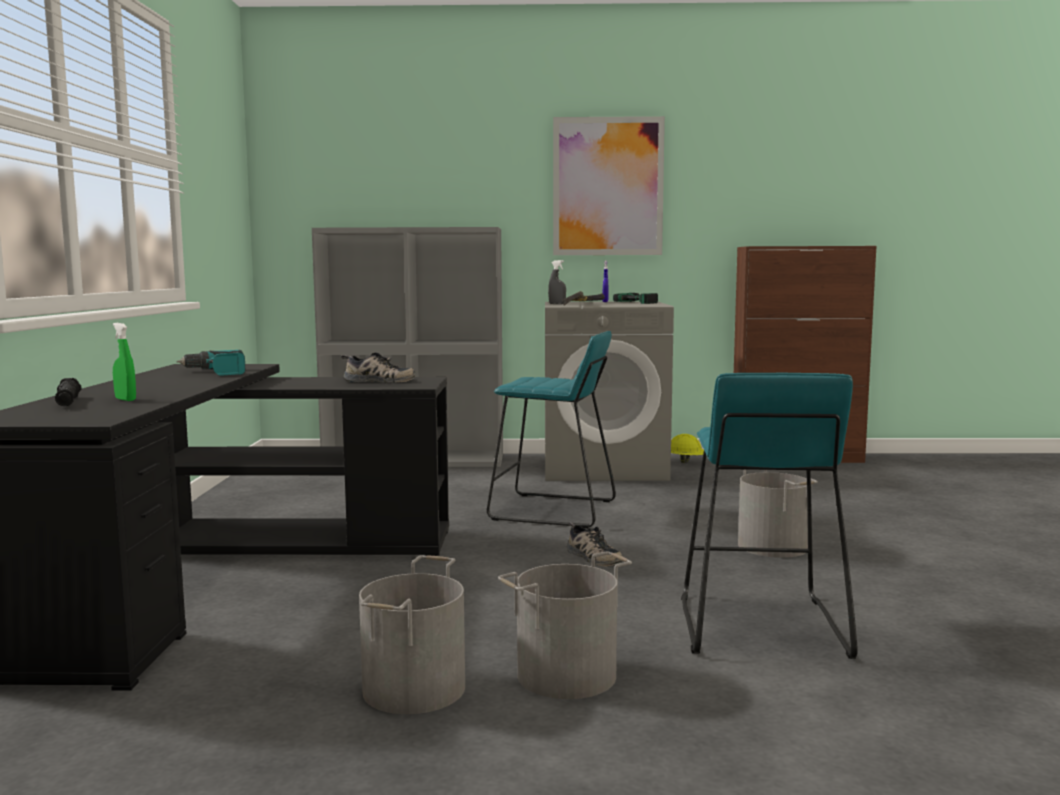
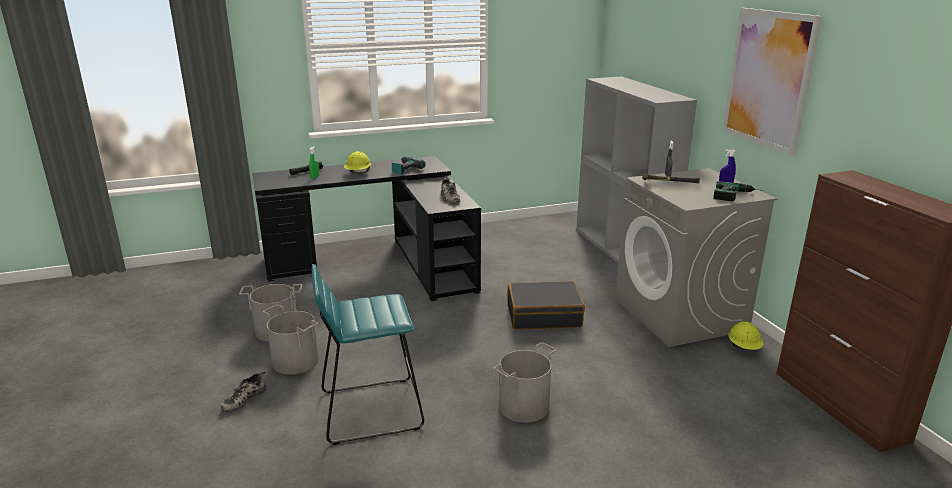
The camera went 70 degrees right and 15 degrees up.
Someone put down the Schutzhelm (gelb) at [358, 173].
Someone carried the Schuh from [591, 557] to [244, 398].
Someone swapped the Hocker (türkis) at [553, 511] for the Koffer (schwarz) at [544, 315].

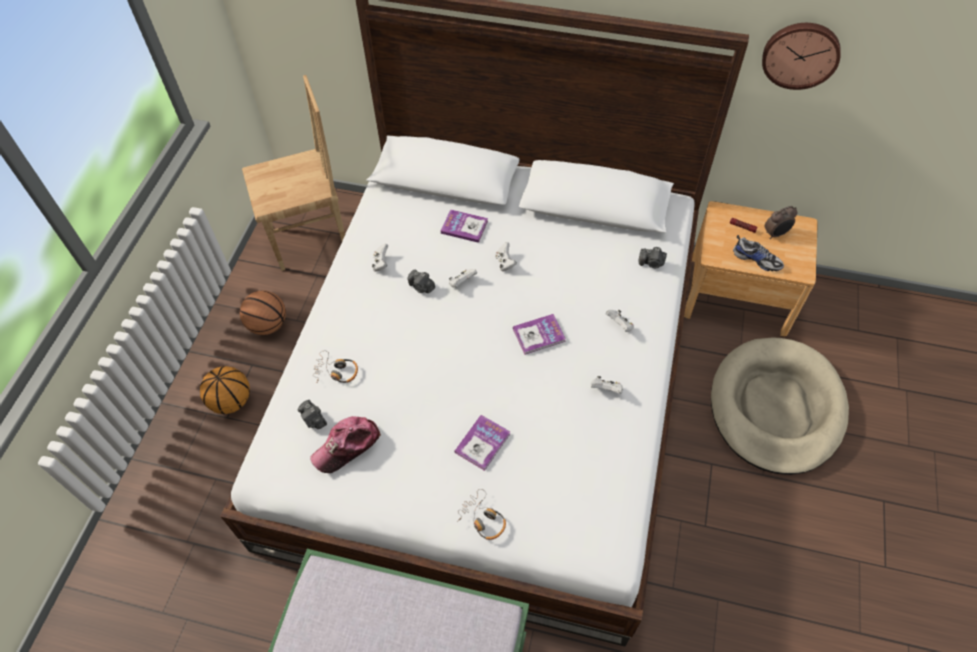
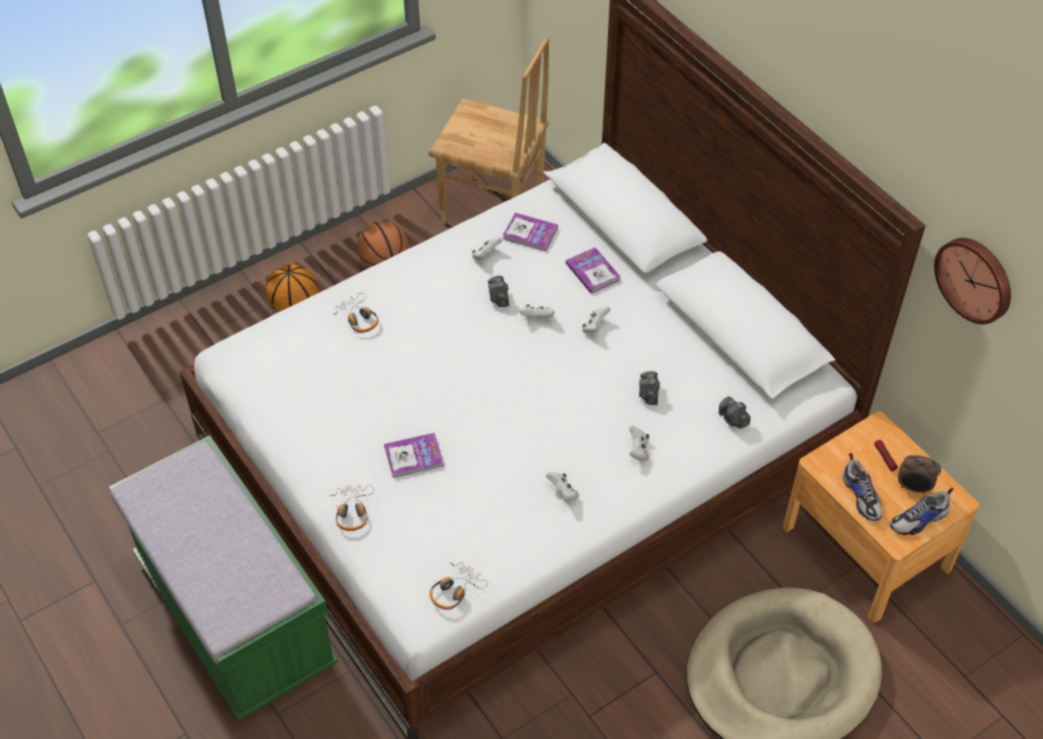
The camera went 40 degrees right and 5 degrees down.
Someone took away the Kappe at [347, 446].
Someone put down the Kopfhörer at [455, 590].
Someone put down the Schuh at [919, 520].
Someone carried the Kamera from [314, 420] to [649, 394].
Someone carried the Buch from [539, 335] to [530, 233].

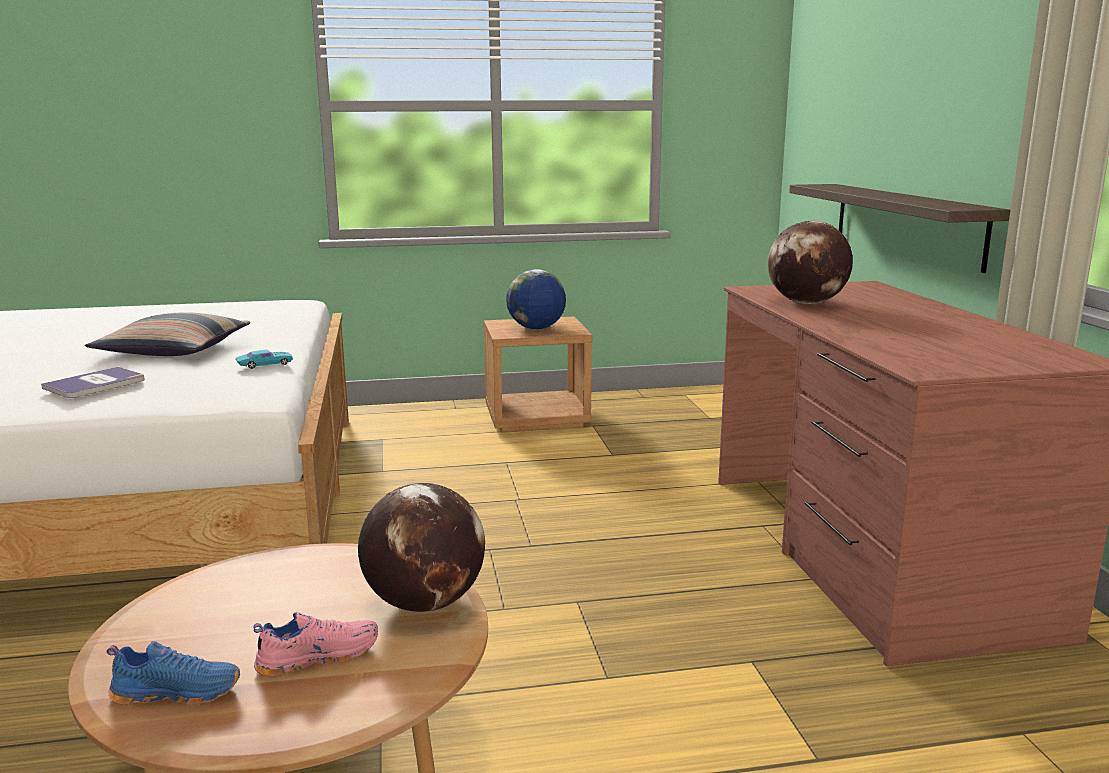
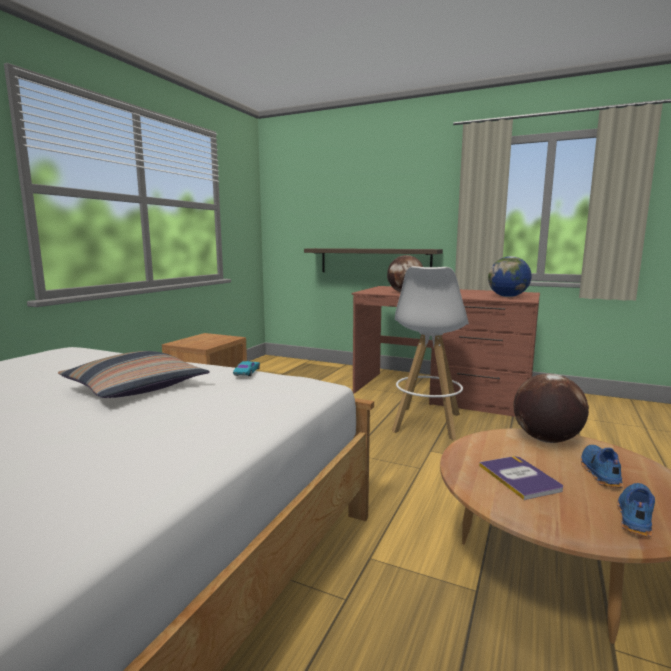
The camera went 55 degrees left and 5 degrees down.
Someone put down the Hocker (weiß) at [426, 423].
Someone carried the Buch from [95, 384] to [520, 478].
Someone carried the Globus from [536, 328] to [508, 297].
Someone repainted the Schuh (rosa) at [318, 657], which became the Schuh (blau) at [599, 472].

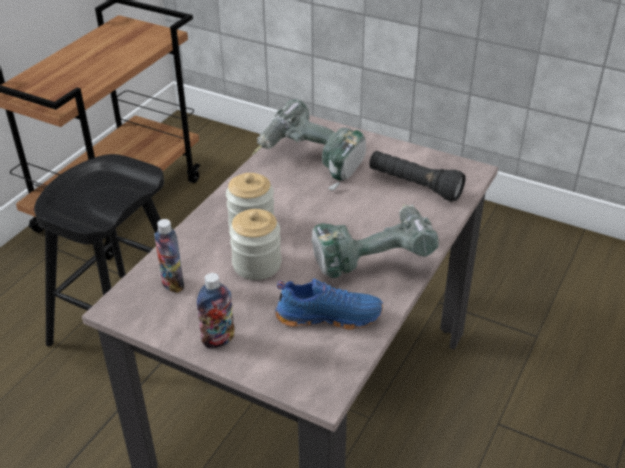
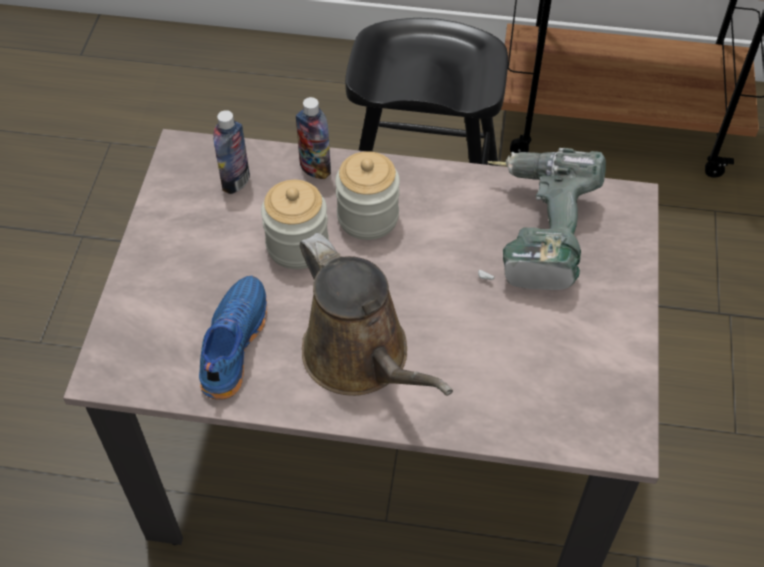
The camera went 70 degrees right and 15 degrees up.
Someone took away the Taschenlampe (schwarz) at [414, 185].
Someone carried the Flasche from [218, 340] to [315, 169].
Someone swapped the Bohrmaschine at [371, 255] for the Gießkanne (braun) at [362, 358].
Someone rotated the Schuh (blau) at [329, 315] by 150 degrees counterclockwise.

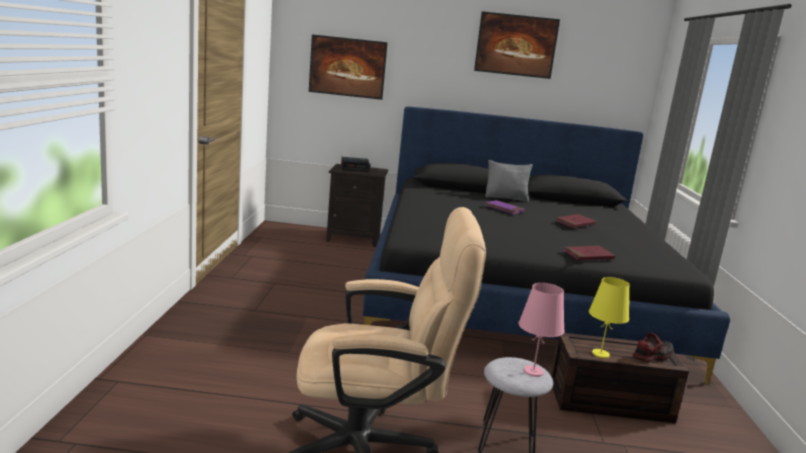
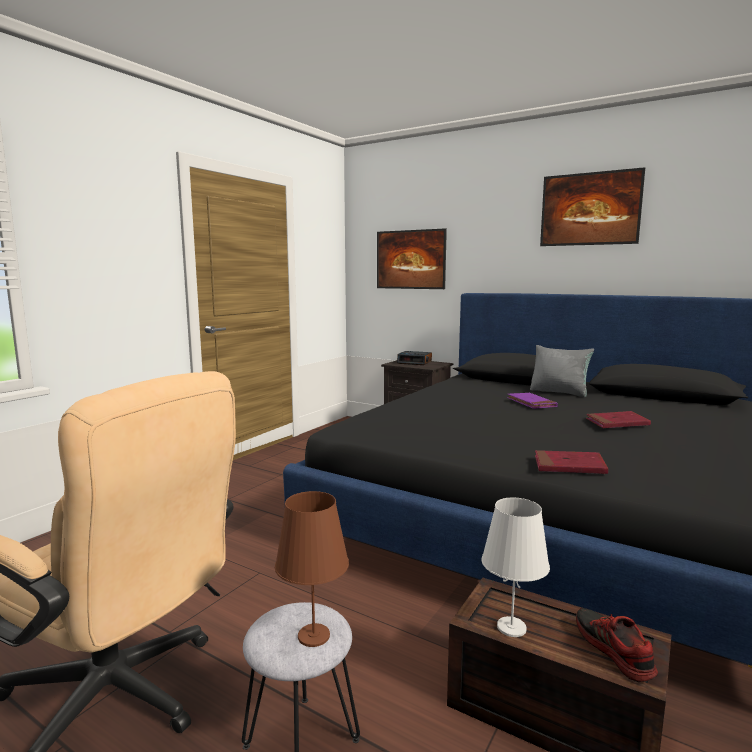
The camera went 30 degrees right and 5 degrees down.
Someone repainted the Tischlampe (rosa) at [533, 371], which became the Tischlampe (braun) at [313, 635].
Someone repainted the Tischlampe (gelb) at [600, 354], which became the Tischlampe (weiß) at [511, 627].
Someone rotated the Schuh at [652, 356] by 105 degrees counterclockwise.

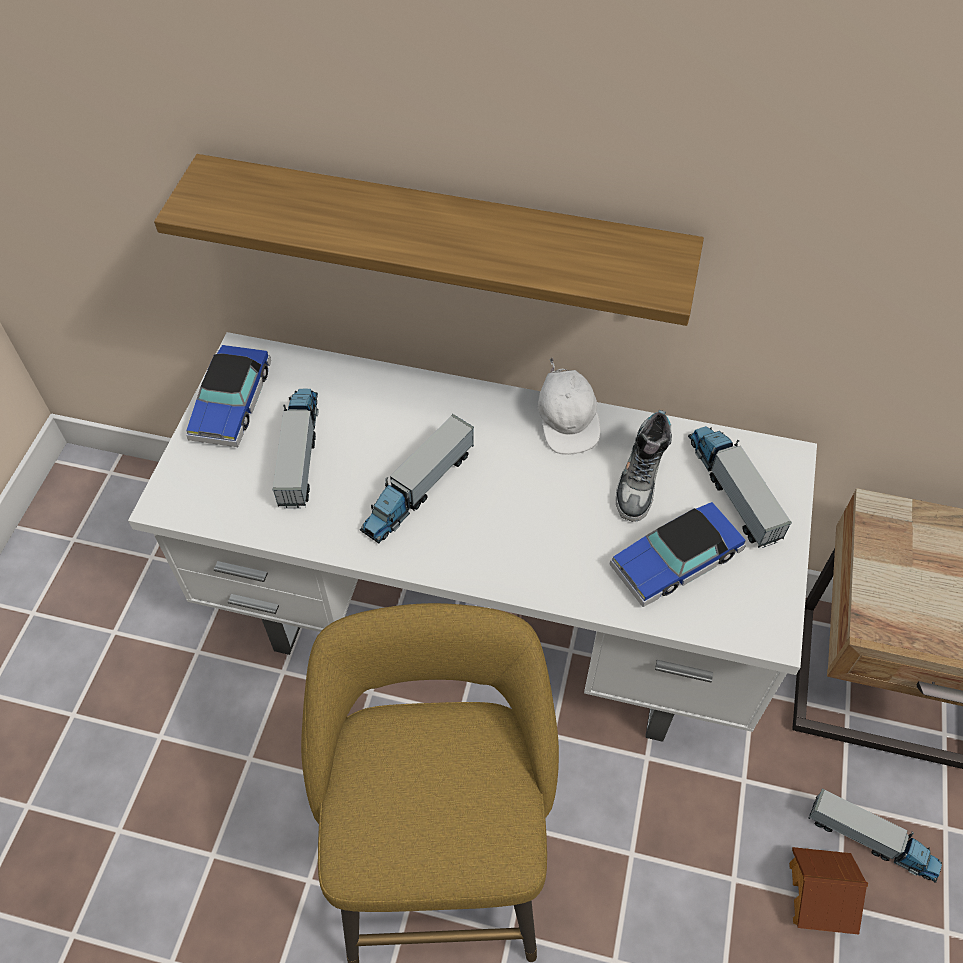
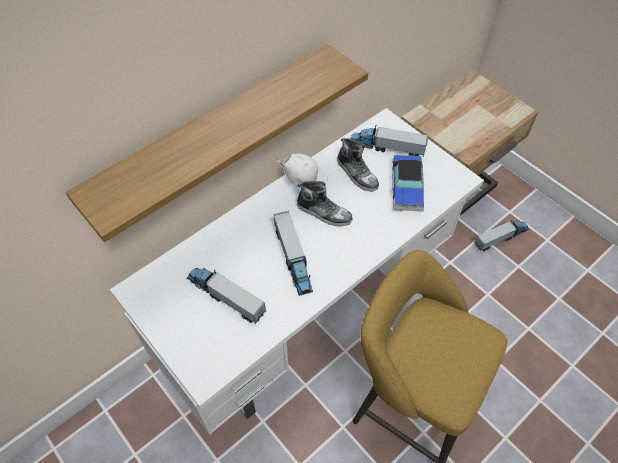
The camera went 55 degrees left and 0 degrees up.
Someone took away the Spielzeugauto at [232, 403].
Someone took away the Spielzeughaus at [820, 895].
Someone put down the Schuh at [324, 212].

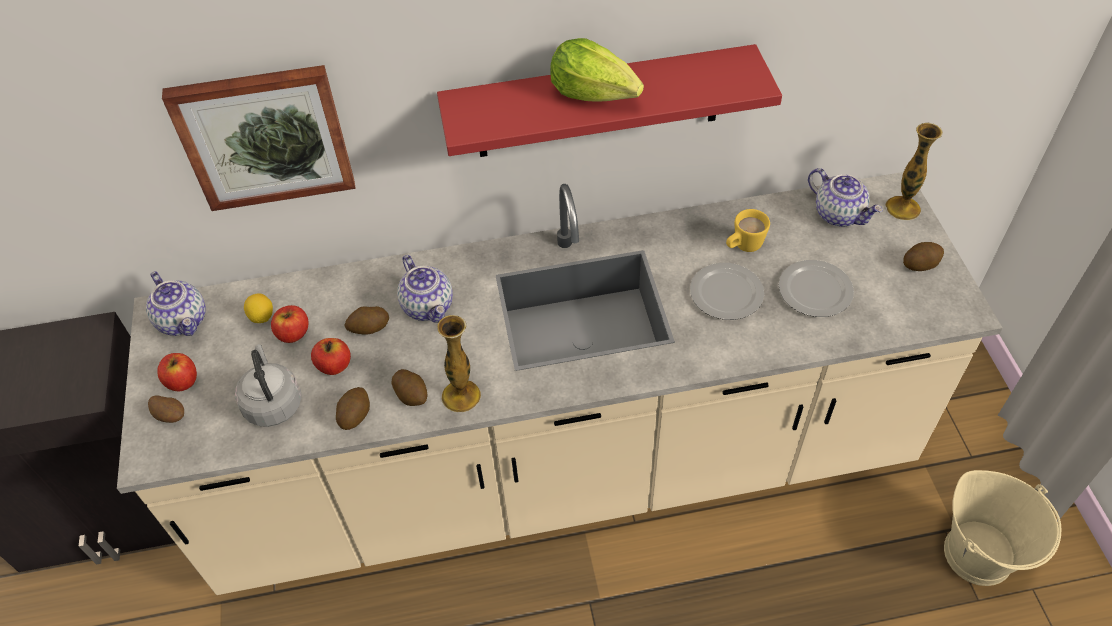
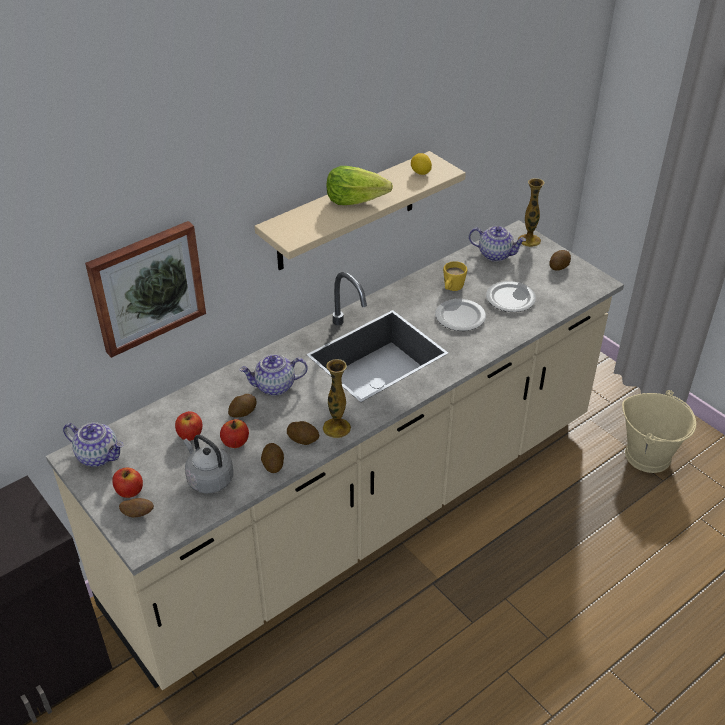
The camera went 30 degrees left and 10 degrees down.
Someone carried the Zitrone from [262, 317] to [420, 173].
Someone repainted the Wandregal (rot) at [598, 103], which became the Wandregal (beige) at [346, 212].
Someone rotated the Teekanne at [429, 306] by 135 degrees clockwise.

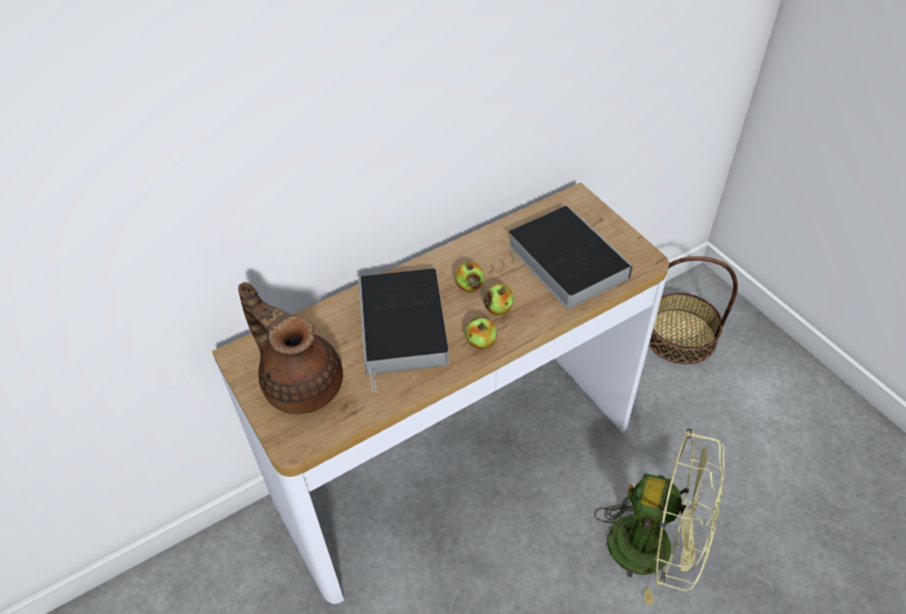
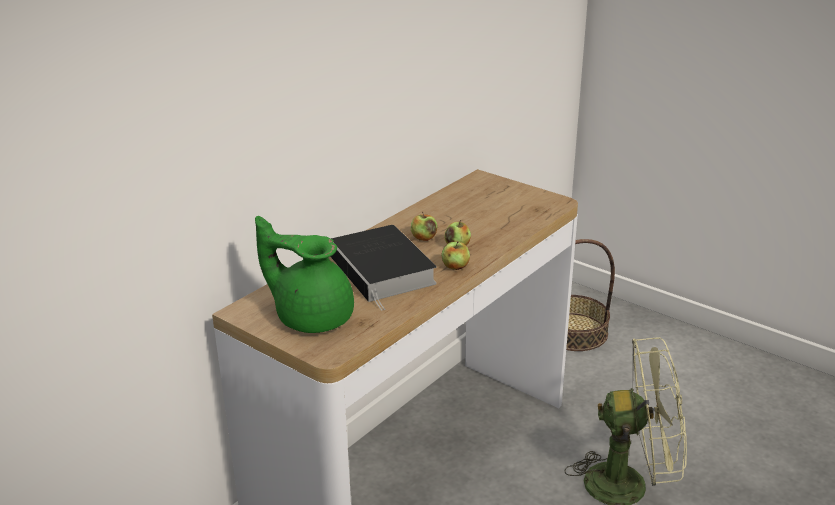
The camera went 20 degrees left and 20 degrees down.
Someone took away the Buch at [564, 259].
Someone repainted the Teekanne (braun) at [301, 382], which became the Teekanne (grün) at [312, 317].

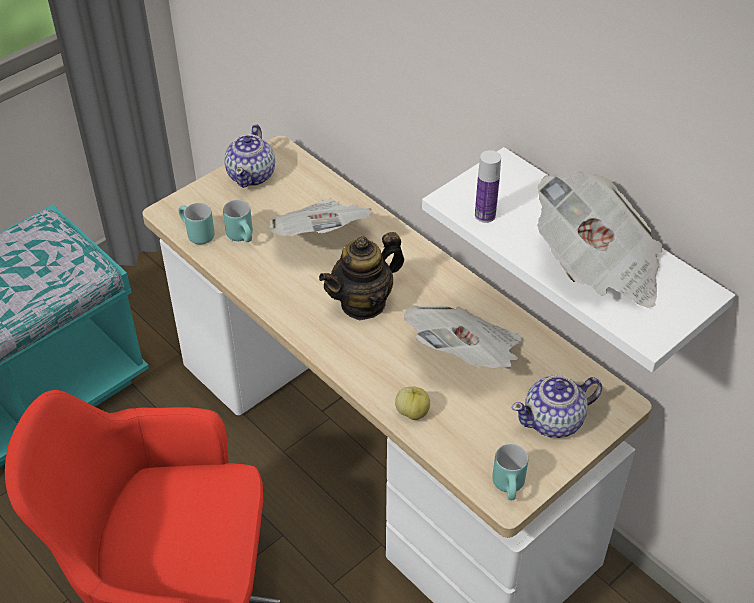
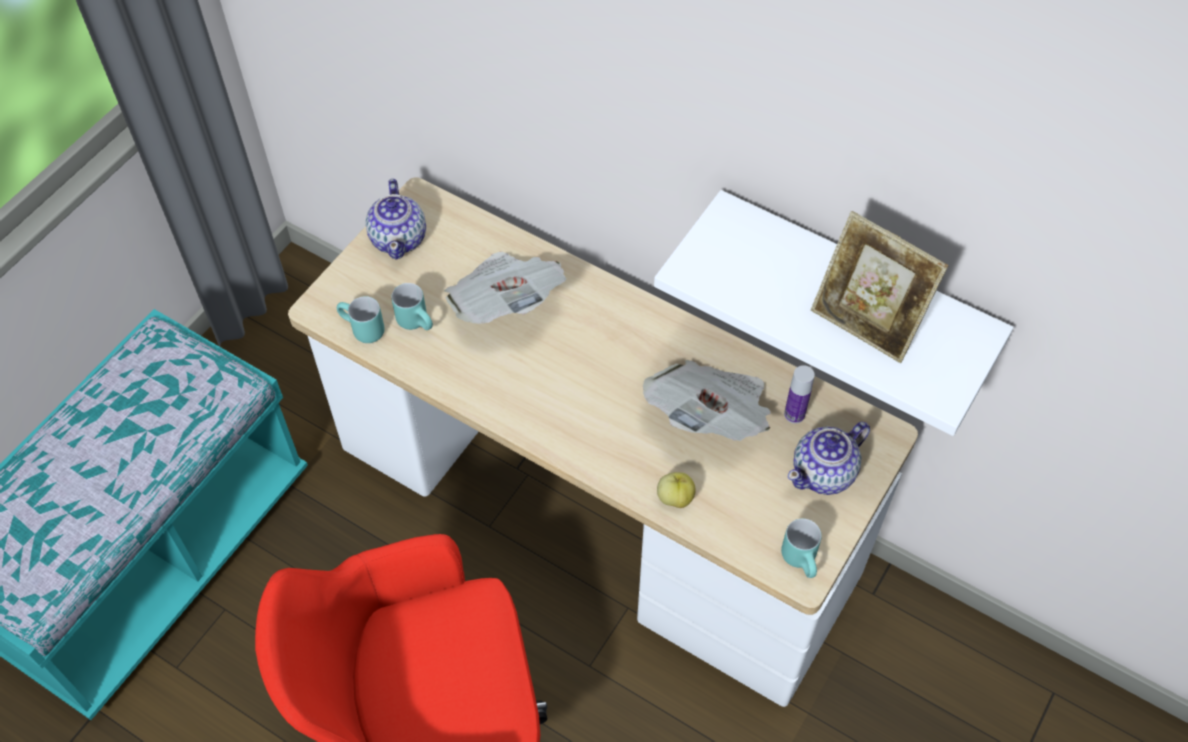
The camera went 15 degrees left and 10 degrees up.
Someone took away the Teekanne at [363, 303].
Someone carried the Flasche from [485, 215] to [794, 414].
Someone swapped the Zeitung at [597, 266] for the Bilderrahmen at [866, 324].

